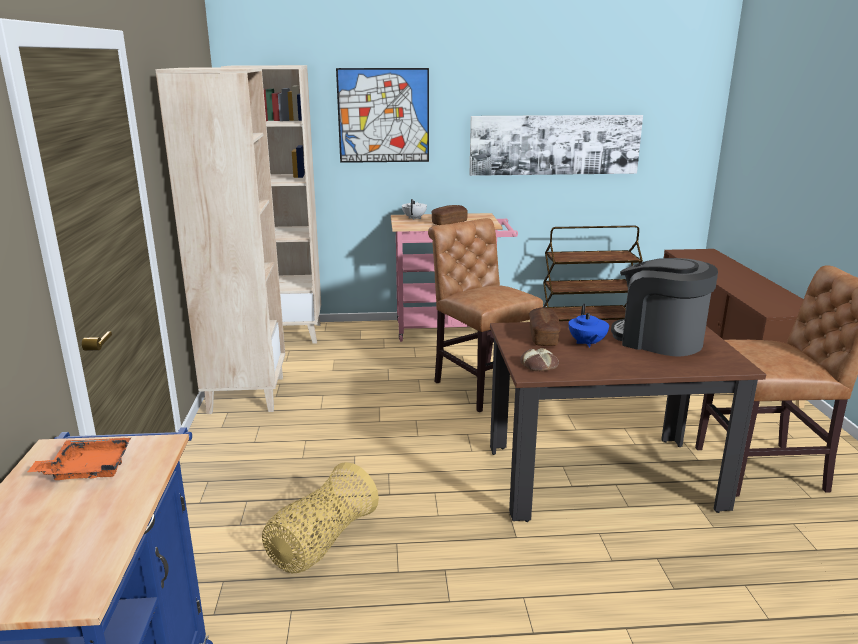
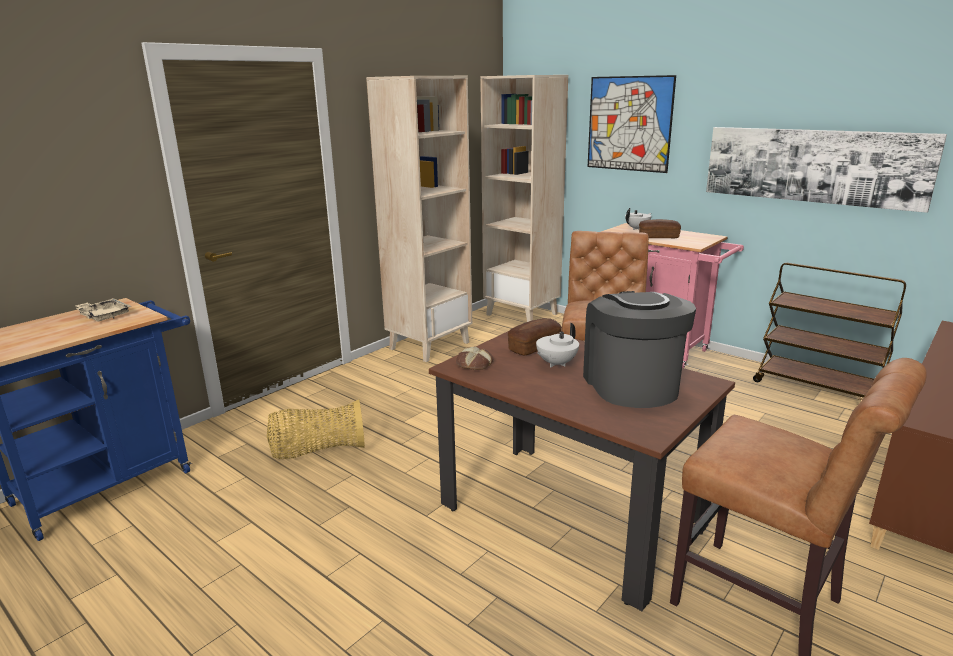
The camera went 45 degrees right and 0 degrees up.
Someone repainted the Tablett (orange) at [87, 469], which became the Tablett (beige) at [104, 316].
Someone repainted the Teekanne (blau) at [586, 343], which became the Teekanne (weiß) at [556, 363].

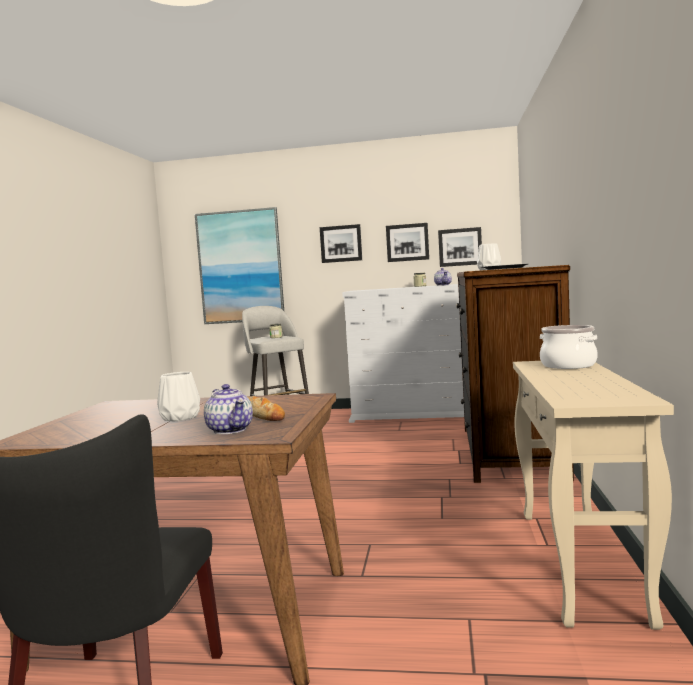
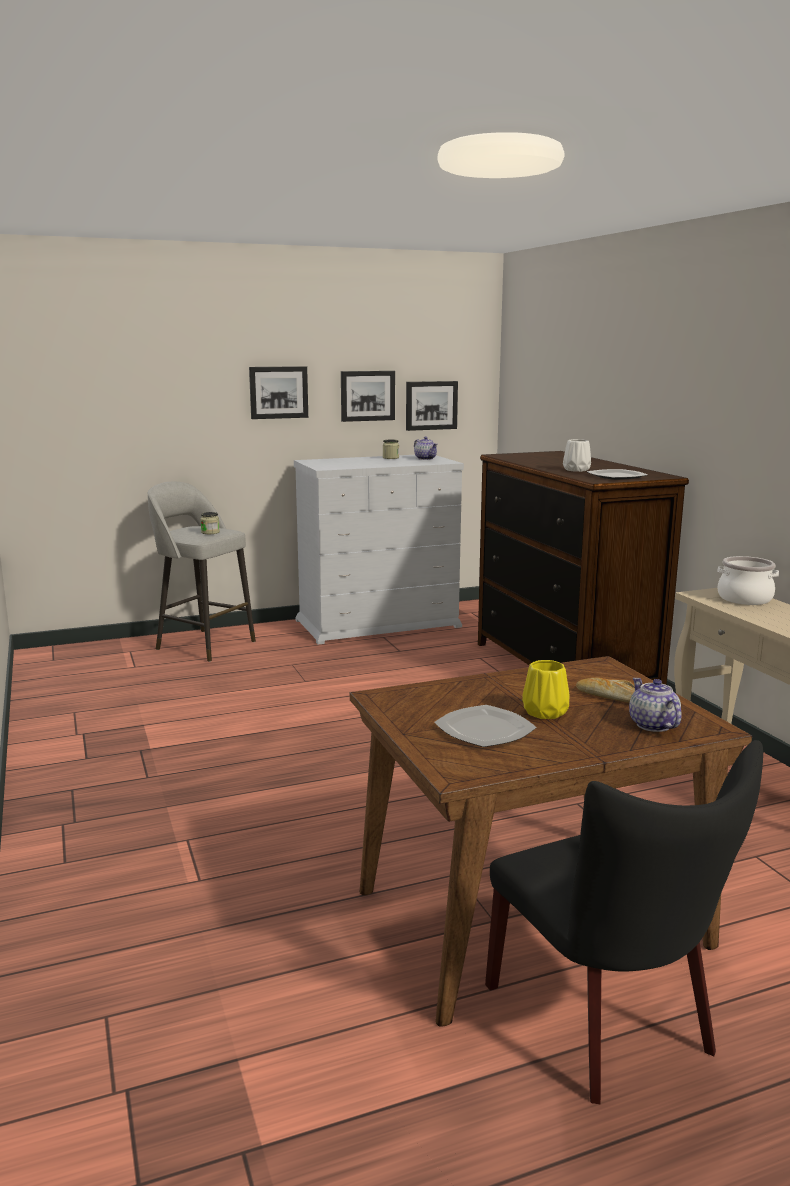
The camera went 30 degrees left and 10 degrees up.
Someone took away the Bild at [240, 266].
Someone put down the Teller at [484, 729].
Someone repainted the Vase (weiß) at [179, 417], which became the Vase (gelb) at [543, 712].
Someone rotated the Teekanne at [230, 430] by 135 degrees counterclockwise.

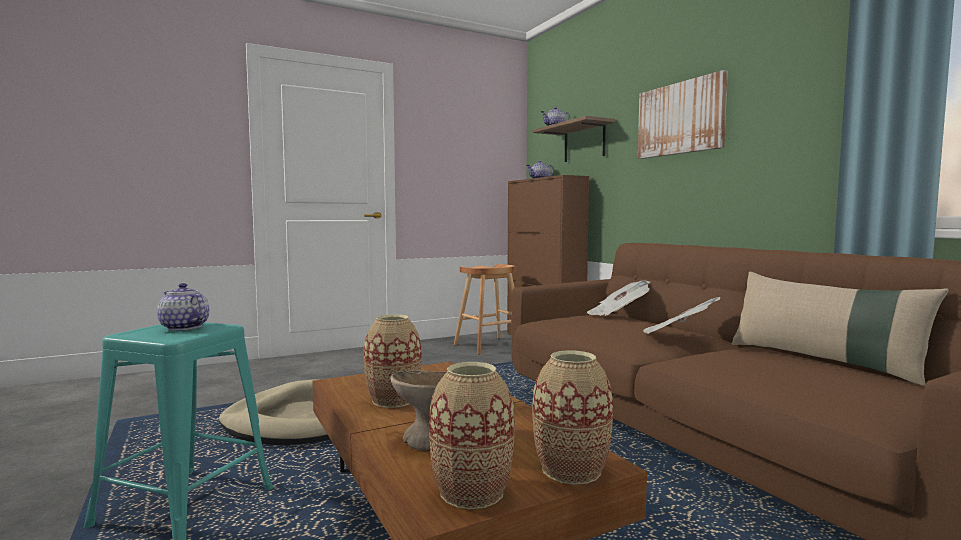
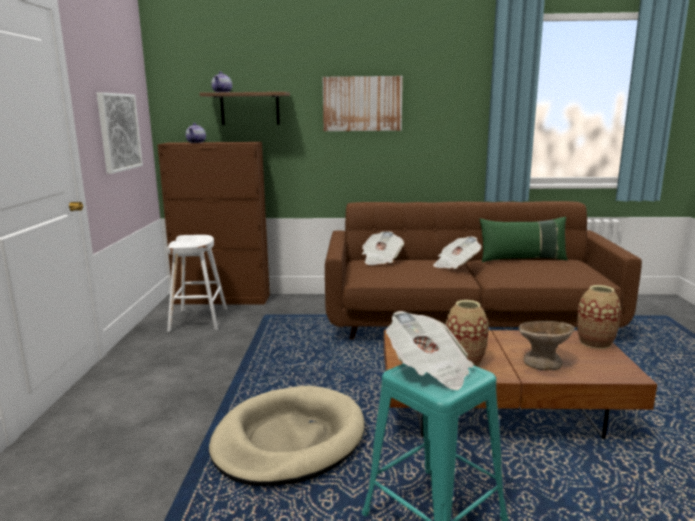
The camera went 60 degrees left and 10 degrees up.
Someone took away the Vase at [471, 491].
Someone put up the Bild at [118, 132].
Someone swapped the Teekanne at [183, 327] for the Zeitung at [429, 370].
Someone repainted the Hocker (braun) at [489, 345], which became the Hocker (weiß) at [198, 320].
Someone repainted the Kissen (beige) at [823, 361], which became the Kissen (grün) at [522, 259].

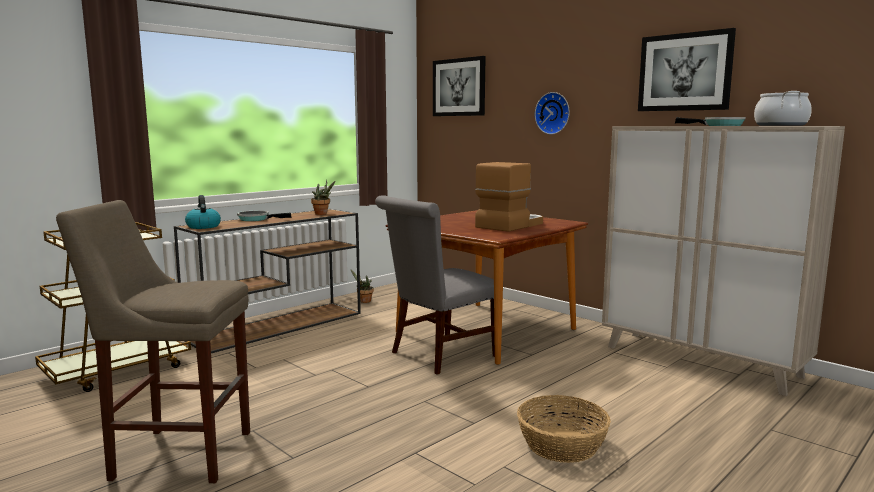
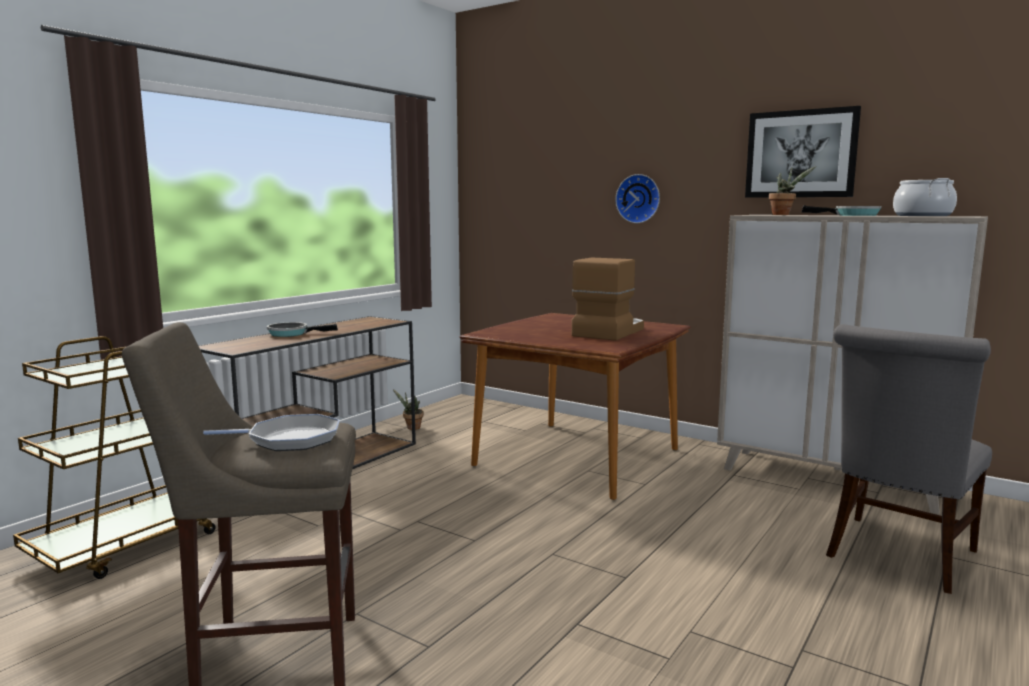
The camera went 10 degrees left and 0 degrees up.
Someone took away the Wasserkessel at [203, 226].
Someone took away the Bild at [459, 87].
Someone took away the Korb at [561, 444].
Someone put down the Pfanne at [289, 439].
Someone carried the Topfpflanze from [322, 214] to [783, 214].
Someone carried the Stuhl (grau) from [438, 355] to [898, 556].

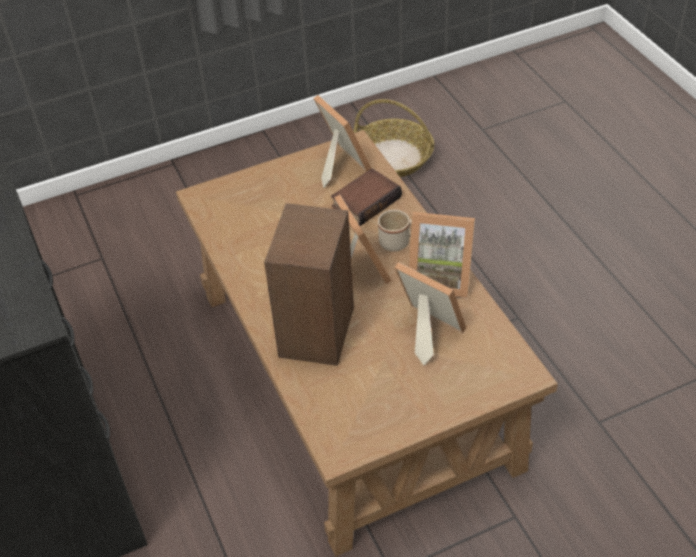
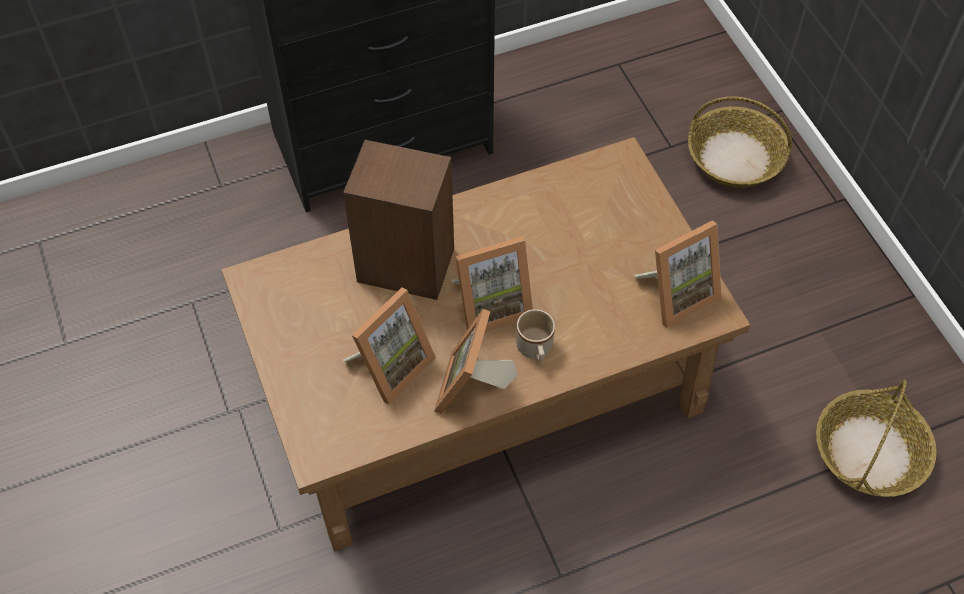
The camera went 90 degrees right and 10 degrees up.
Someone took away the Buch at [365, 200].
Someone put down the Korb at [734, 158].

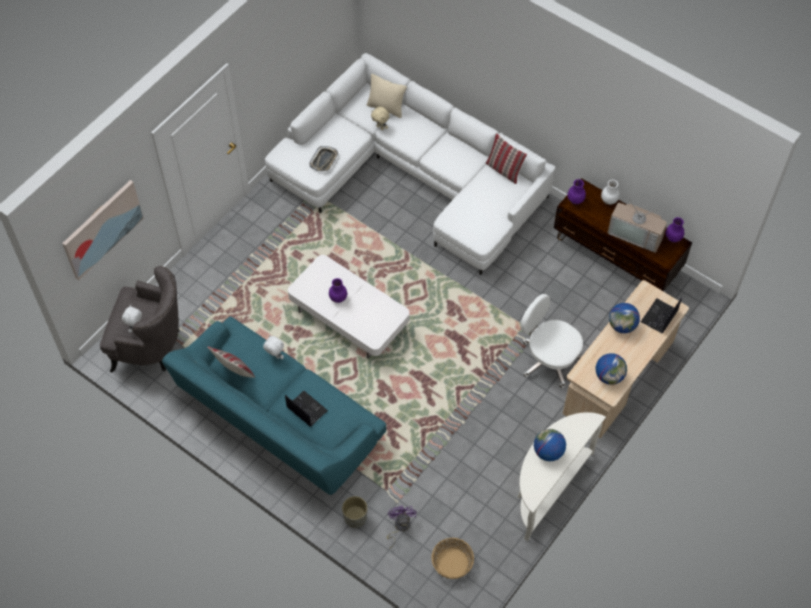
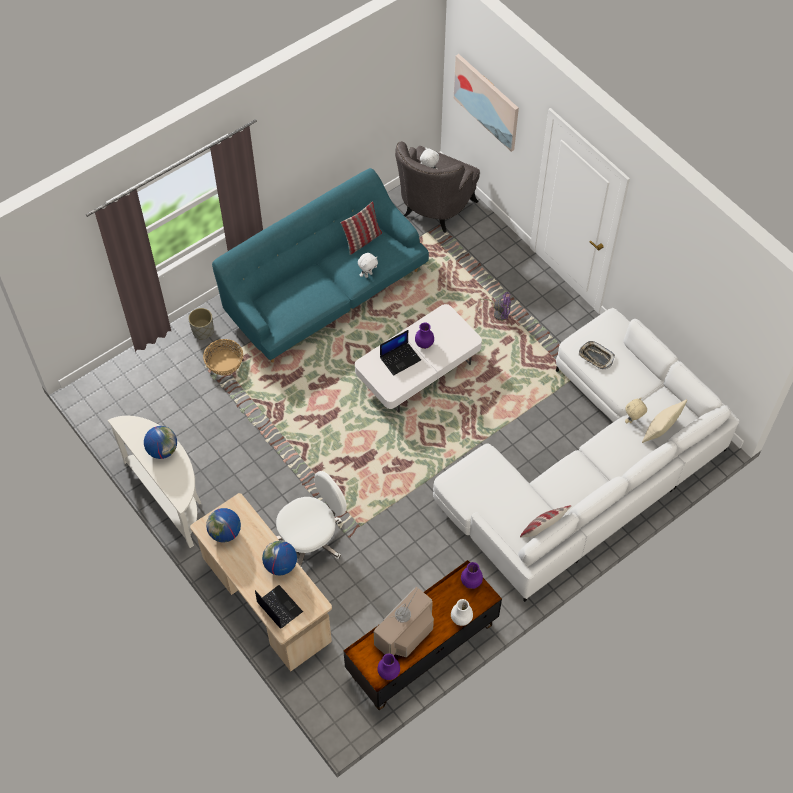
The camera went 105 degrees right and 0 degrees up.
Someone carried the Laptop from [306, 409] to [400, 358].
Someone carried the Ventilator (lila) from [399, 527] to [499, 312].
Someone carried the Korb from [452, 562] to [224, 363].

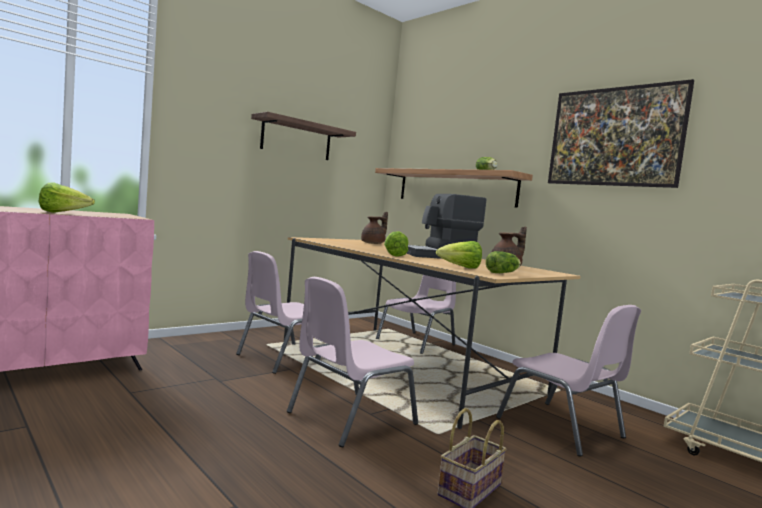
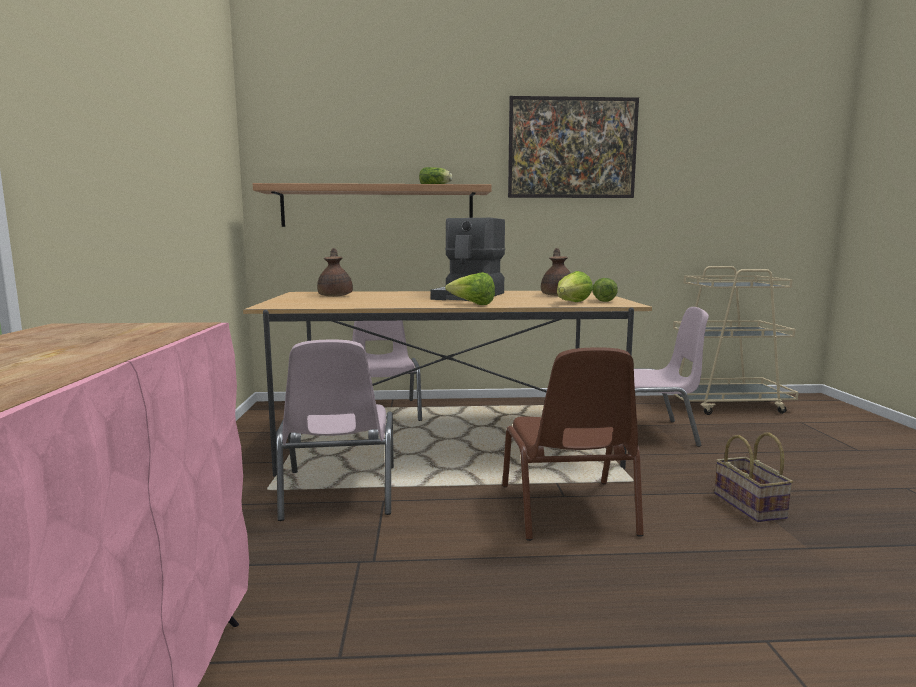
The camera went 50 degrees left and 5 degrees up.
Someone took away the Salatkopf at [63, 213].
Someone took away the Wandregal at [296, 139].
Someone repainted the Stuhl (rosa) at [349, 418], which became the Stuhl (braun) at [568, 510].

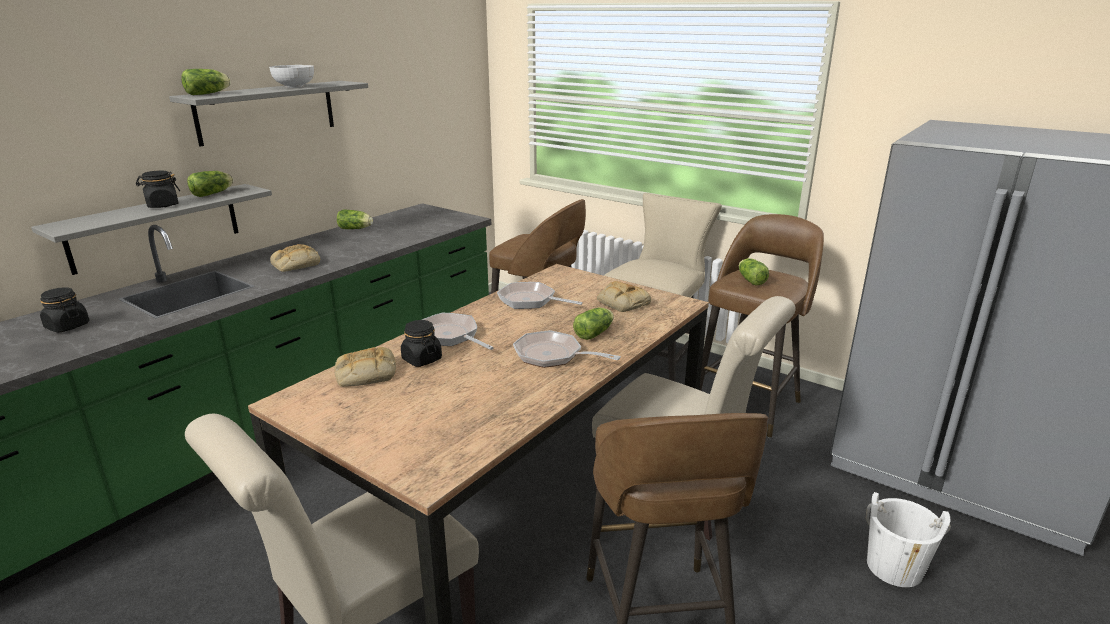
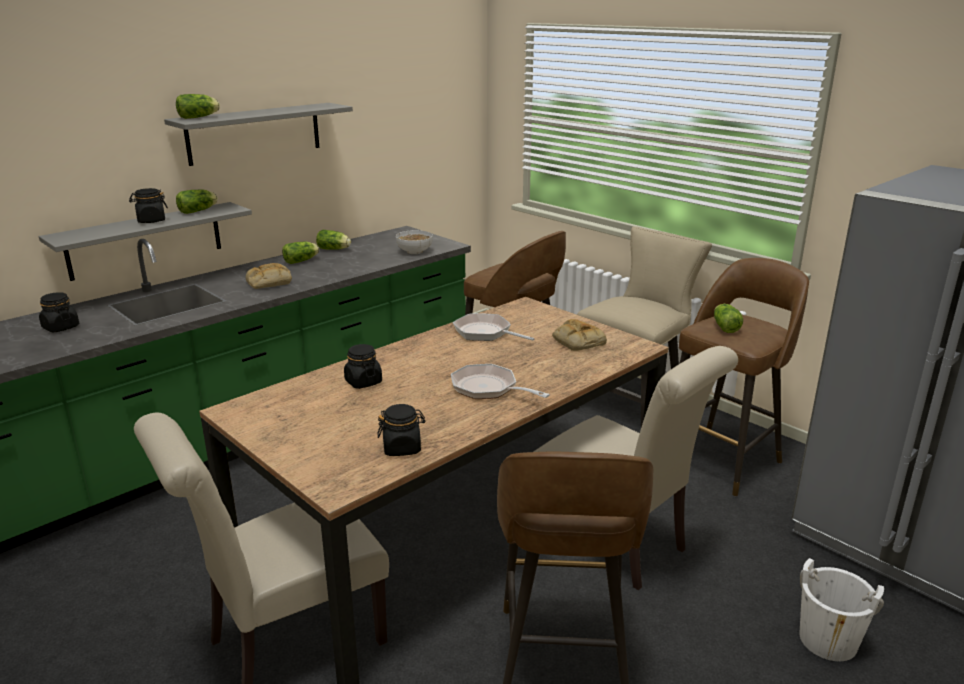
The camera went 10 degrees right and 0 degrees up.
Someone took away the Brot at [365, 374].
Someone took away the Pfanne at [450, 336].
Someone put down the Vorratsglas (schwarz) at [402, 448].
Someone carried the Schüssel from [294, 87] to [414, 252].
Someone carried the Salatkopf from [595, 333] to [302, 261].

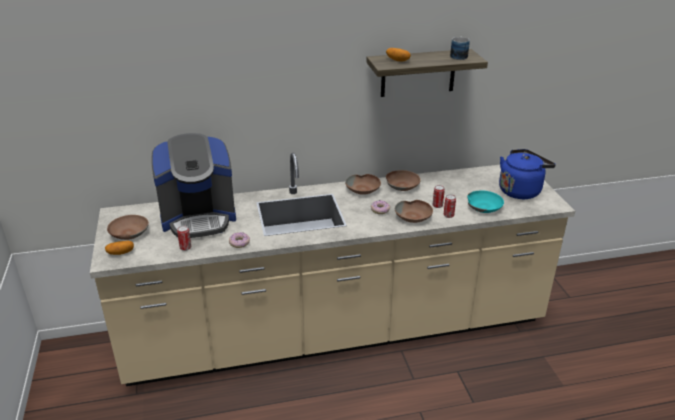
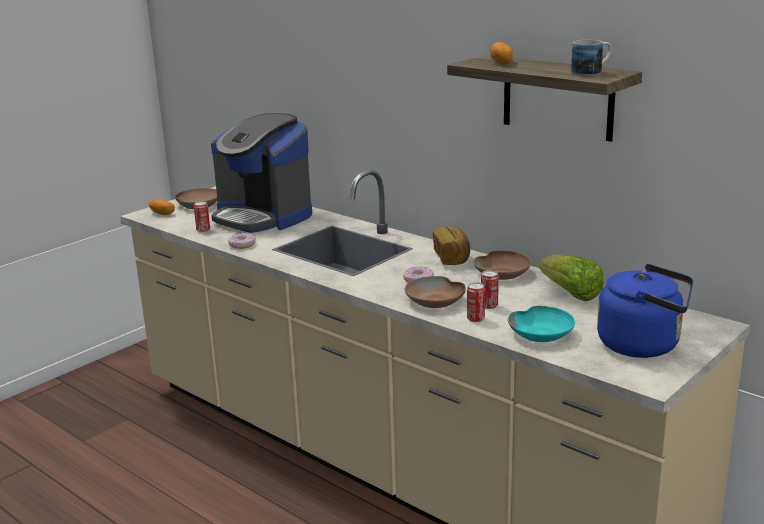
The camera went 55 degrees right and 10 degrees down.
Someone put down the Salatkopf at [571, 293].
Someone swapped the Schüssel (braun) at [363, 189] for the Brot at [452, 258].

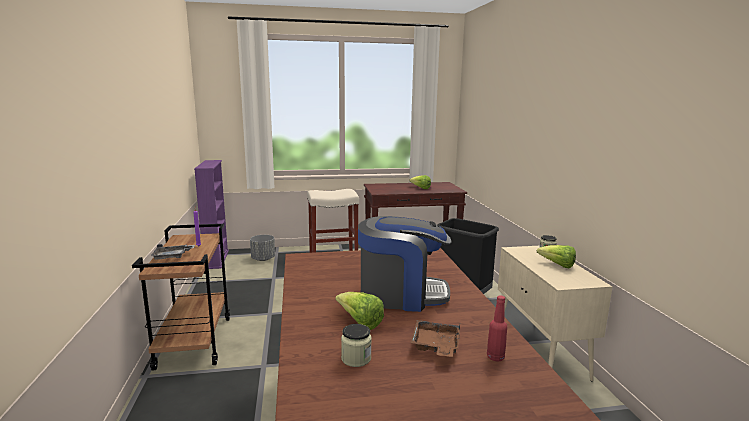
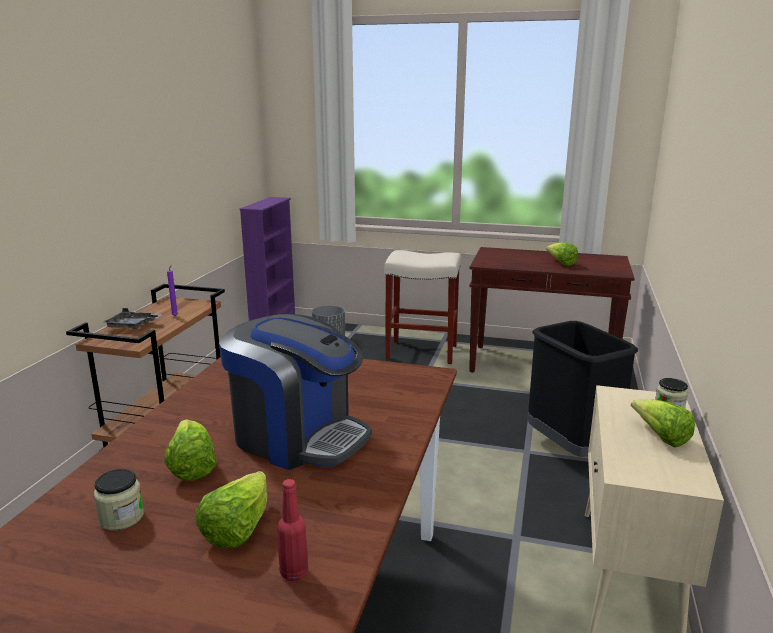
The camera went 25 degrees right and 5 degrees up.
Someone swapped the Tablett (braun) at [435, 346] for the Salatkopf at [237, 529].

